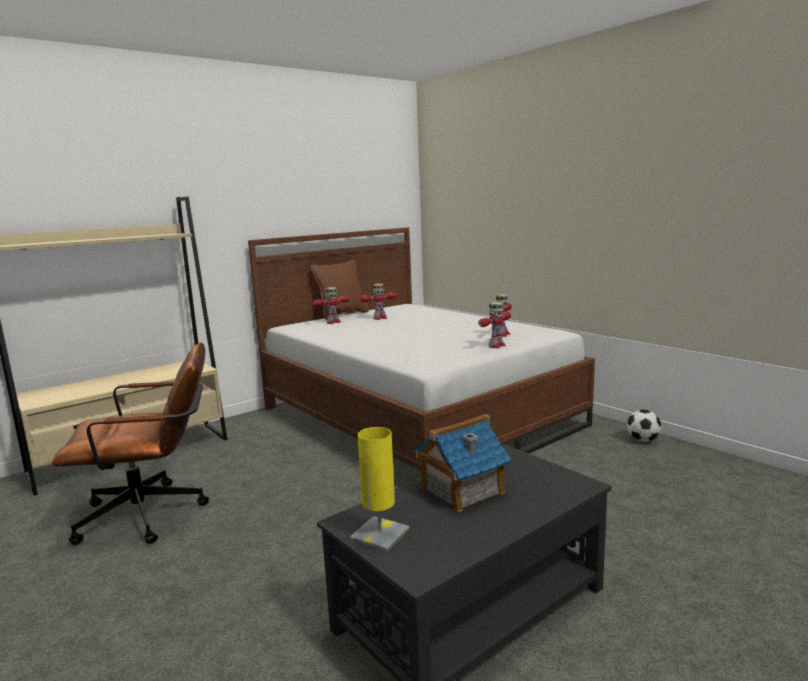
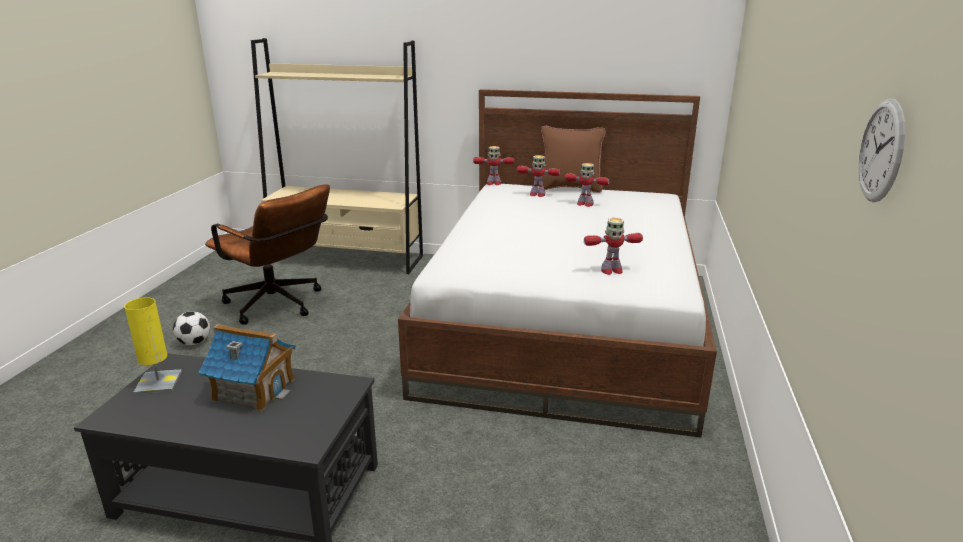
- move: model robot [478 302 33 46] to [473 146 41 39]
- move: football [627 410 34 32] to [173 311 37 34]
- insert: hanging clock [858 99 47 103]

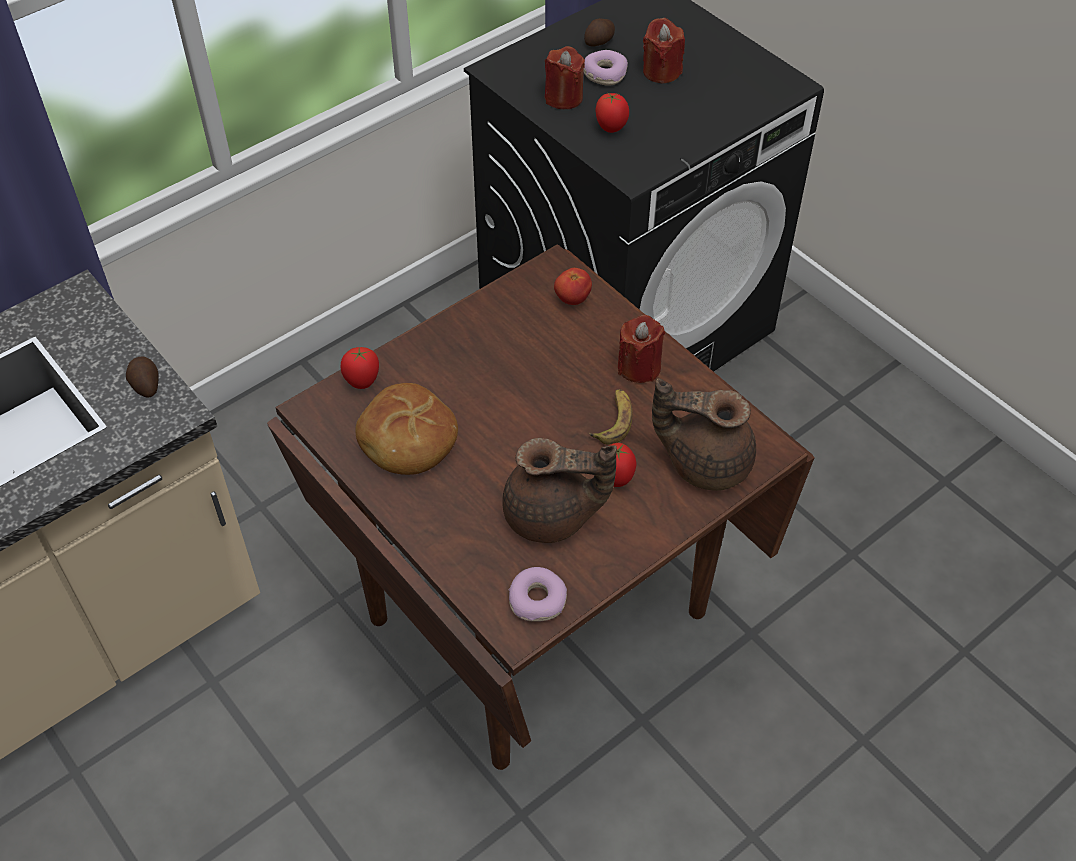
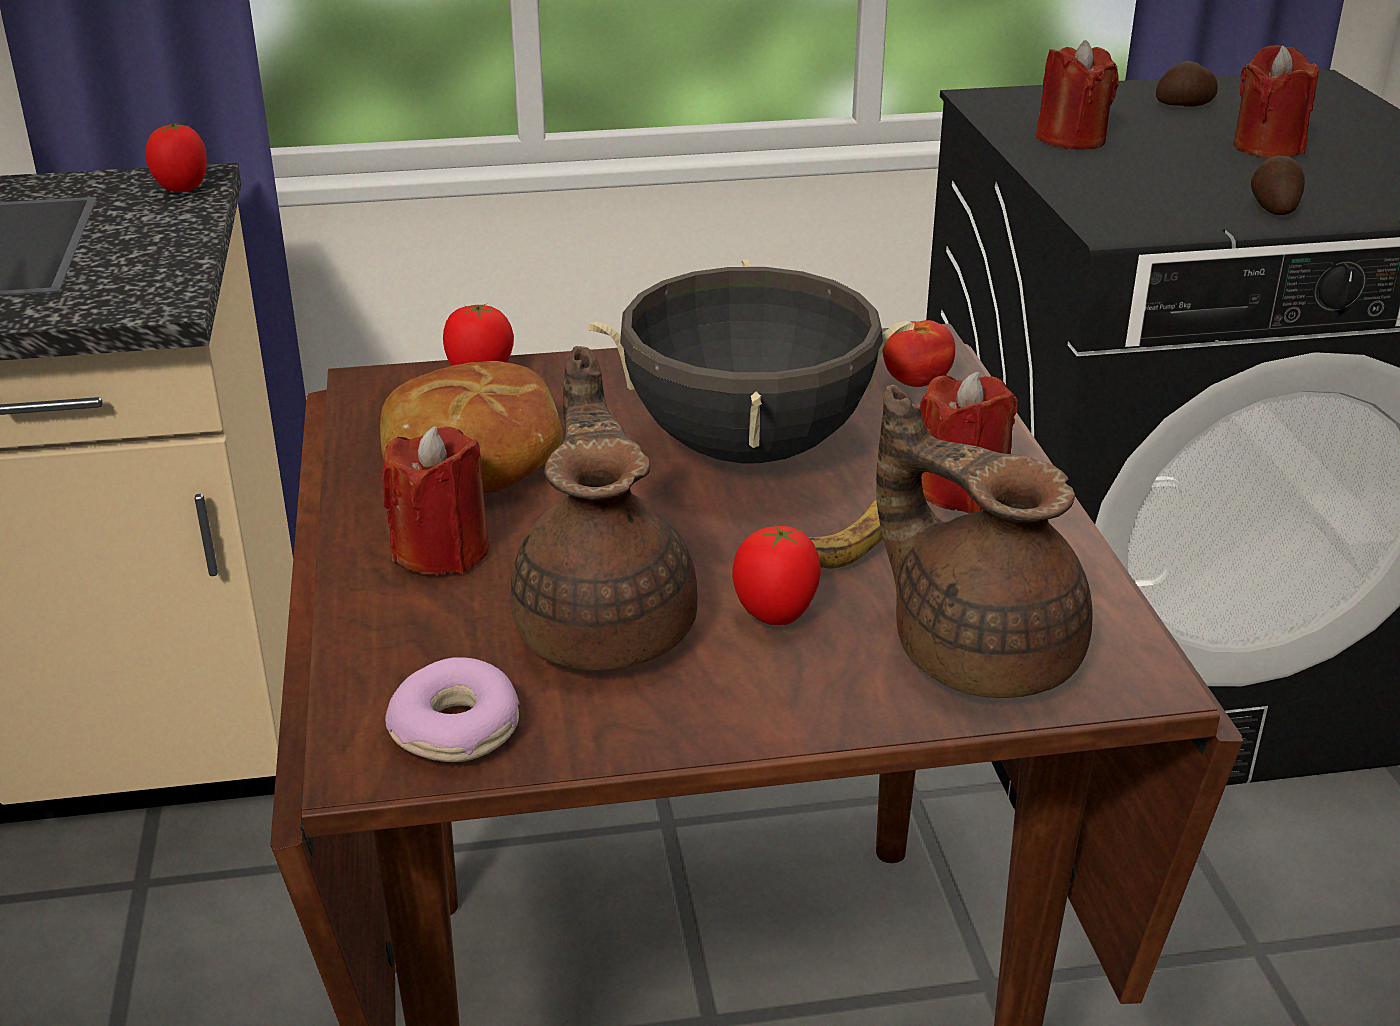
- move: potato [126 356 33 42] to [1251 156 54 59]
- rotate: brown pot for tea [502 438 115 105] = [510 346 188 325] 135 degrees counterclockwise
- delete: ring doughnut [584 50 44 36]
- move: tomato [596 92 33 41] to [145 123 62 69]
- insert: red-coloured candle [382 426 107 149]
- insert: black-coloured stockpot [587 258 328 205]

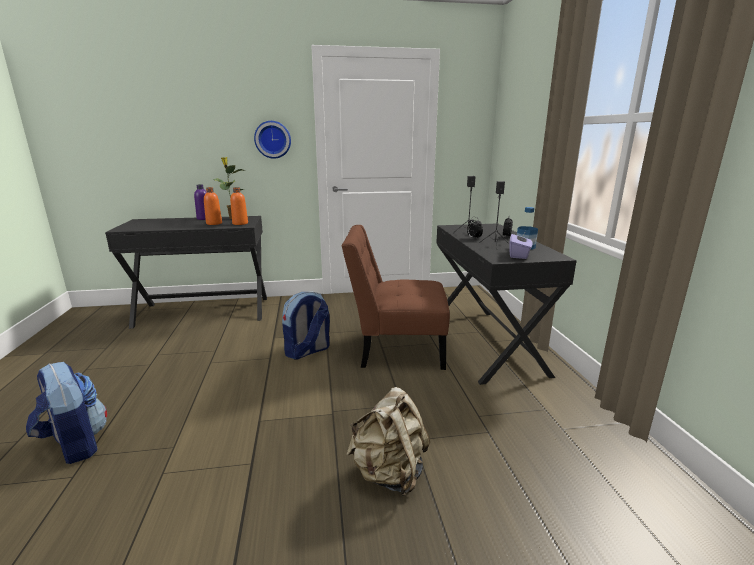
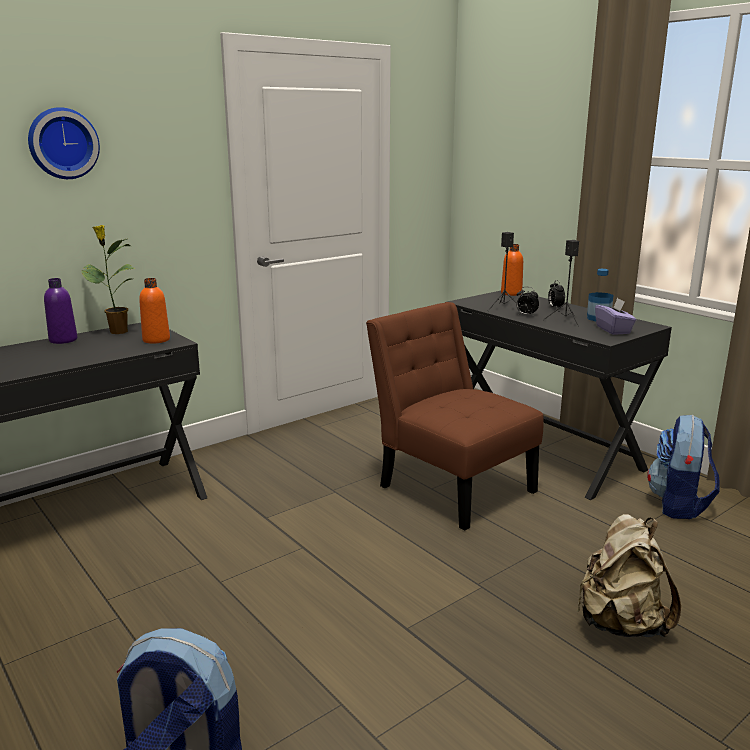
- move: orangey drink bottle [204 187 18 38] to [501 244 22 52]
- move: hanging clock [254 121 37 38] to [28 107 72 72]
- move: backpack [282 292 48 67] to [647 415 73 104]
- rotate: brown upright chair [341 225 109 145] = [366 302 178 229] 75 degrees clockwise

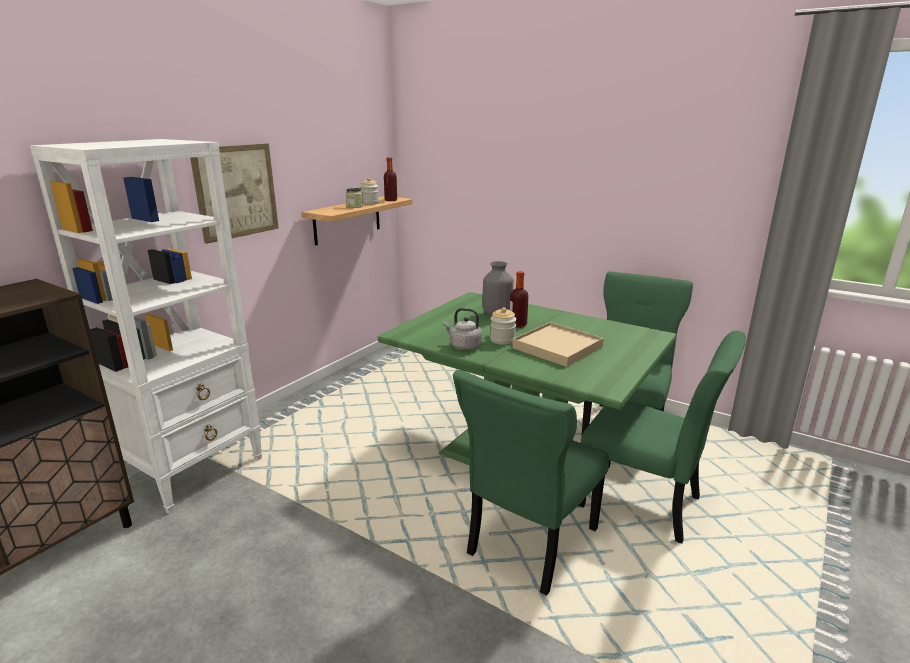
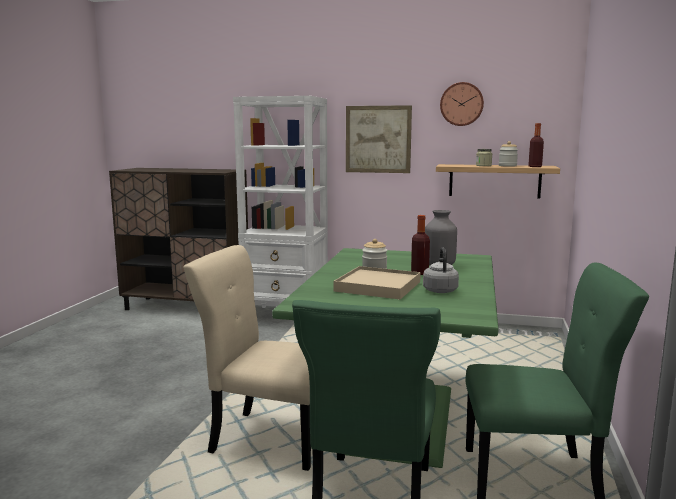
- move: gray water kettle [443 308 39 42] to [423 247 36 46]
- recolor: greenish upright chair [453 370 156 226] to sand-coloured upright chair [183 245 128 226]
- insert: hanging clock [440 82 44 44]

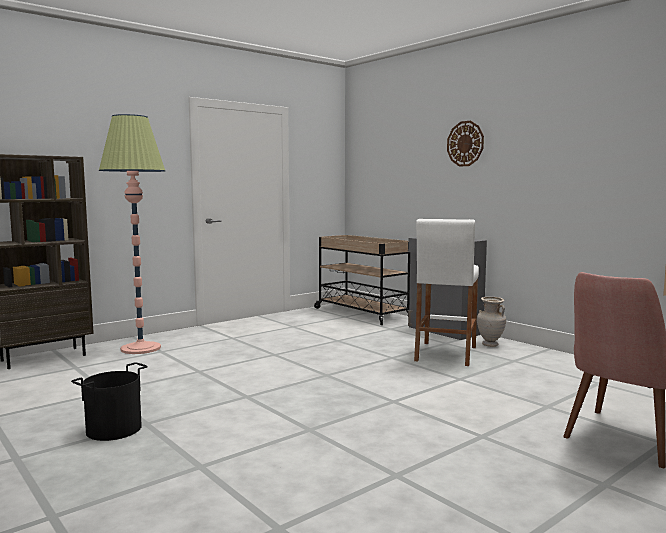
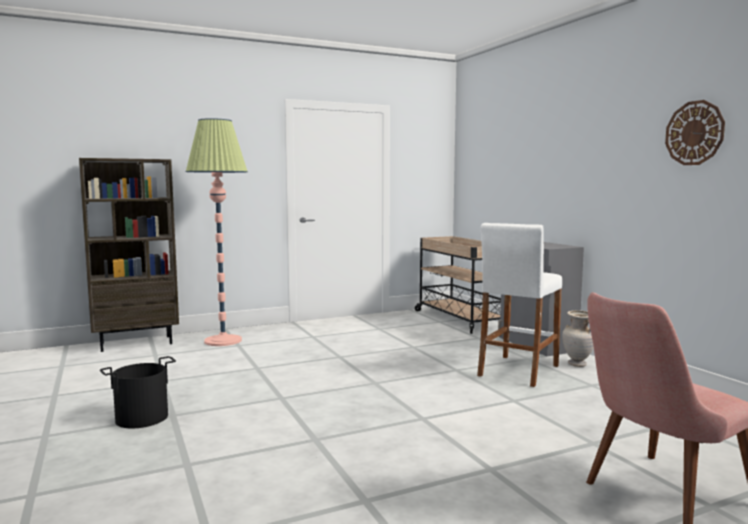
- move: hanging clock [447 121 37 45] to [665 100 60 65]

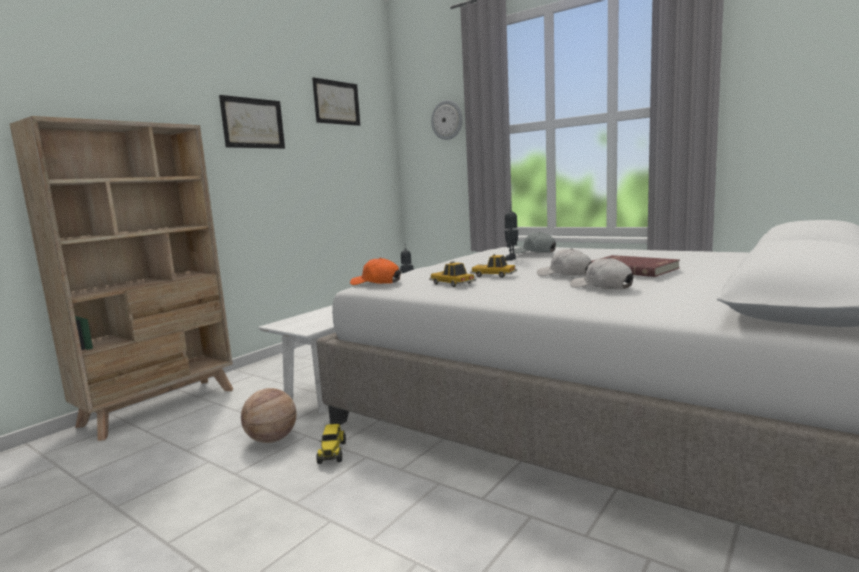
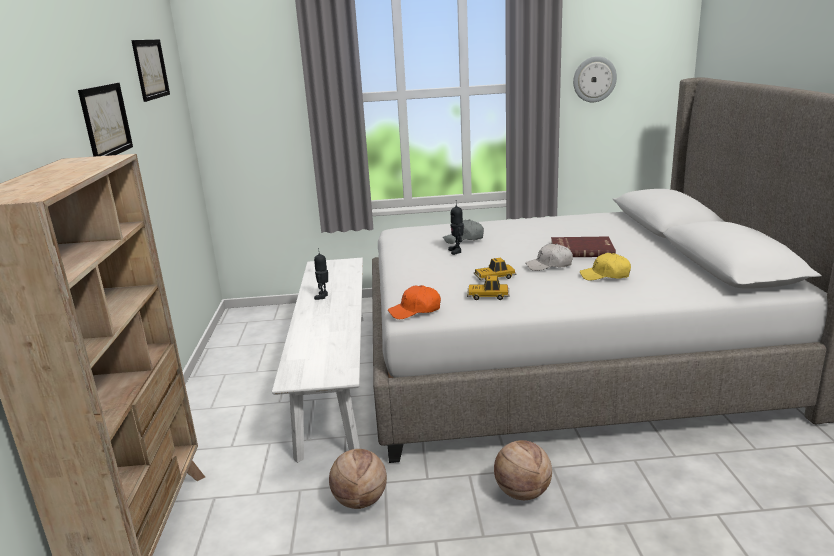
- delete: model truck [316 424 30 40]
- move: hanging clock [431 100 32 40] to [573 56 44 46]
- recolor: white baseball cap [570 257 64 33] to yellow baseball cap [580 253 51 28]
- insert: ball for basketball [494 440 58 60]

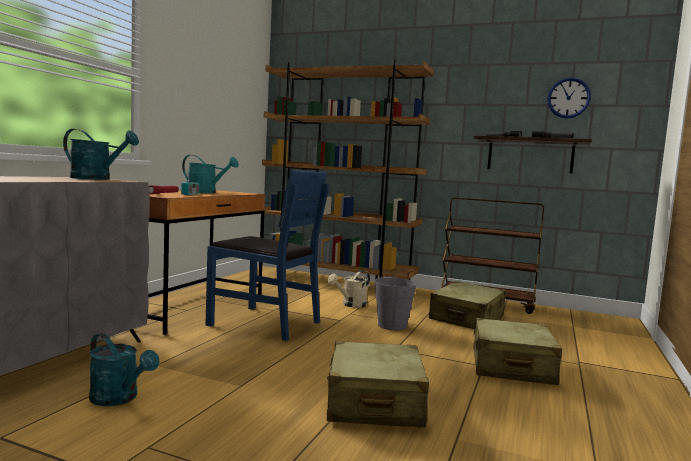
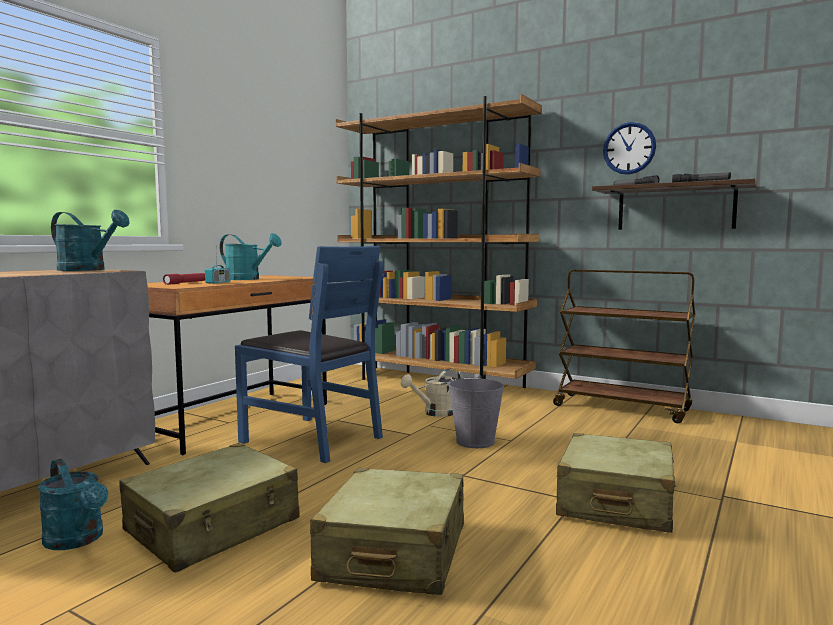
- move: sand-coloured travel case [429 281 77 48] to [119 443 181 130]
- move: hanging clock [547 77 44 42] to [603 122 53 53]

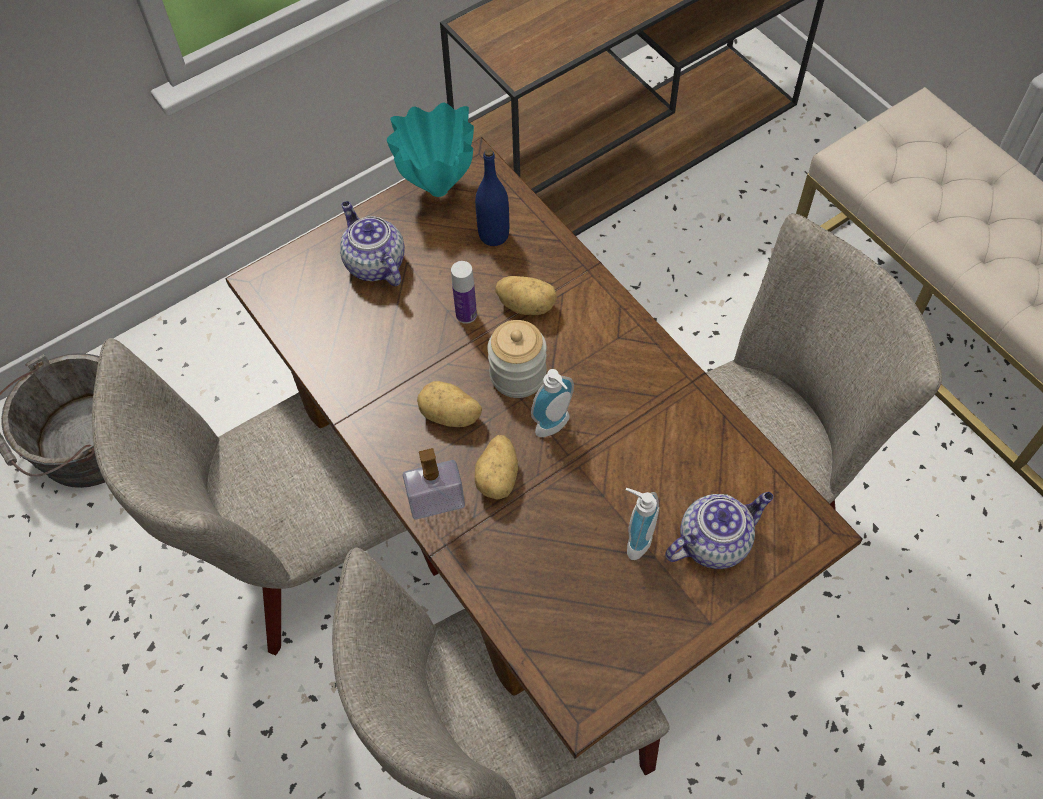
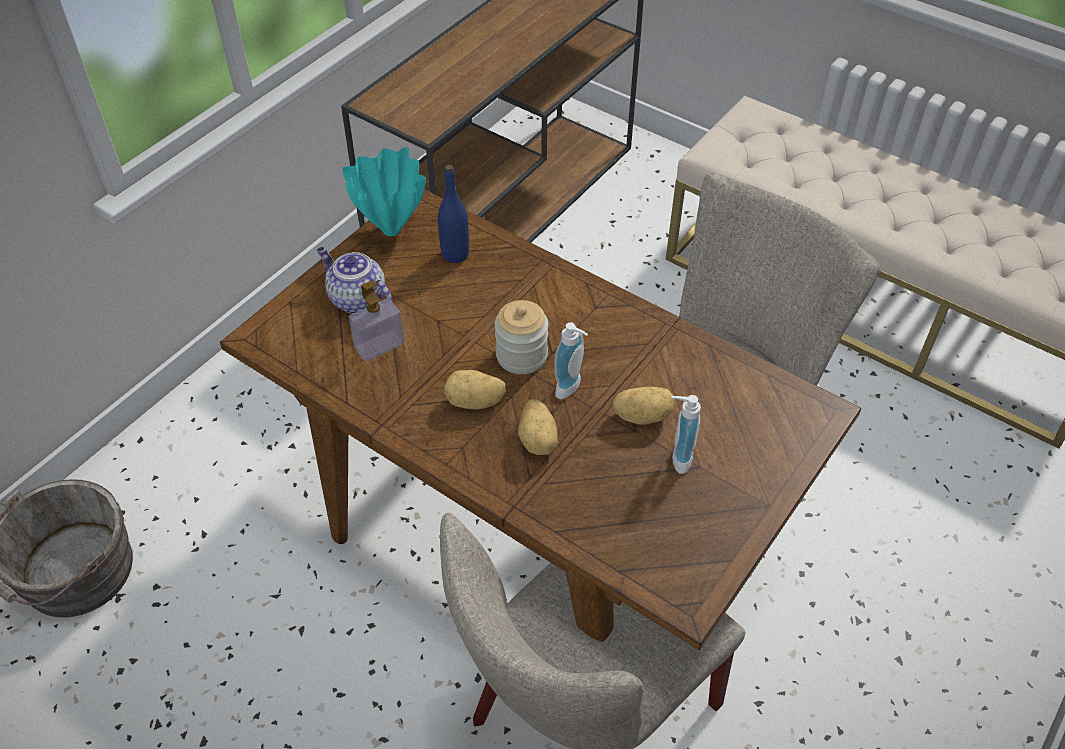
- delete: sand-coloured upright chair [92 338 347 317]
- move: liquid soap bottle [403 448 62 72] to [349 280 55 81]
- delete: drink bottle [451 261 26 63]
- move: potato [496 276 61 39] to [613 387 62 38]
- delete: pot for tea [665 492 108 77]

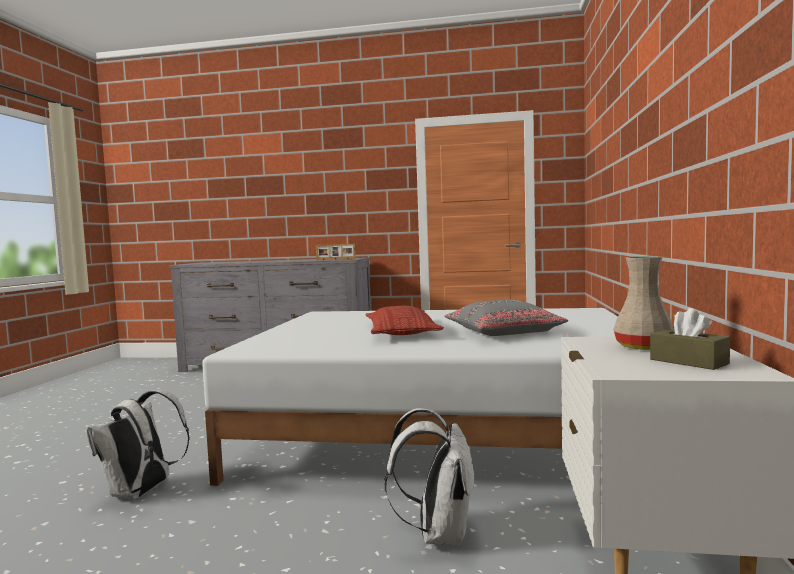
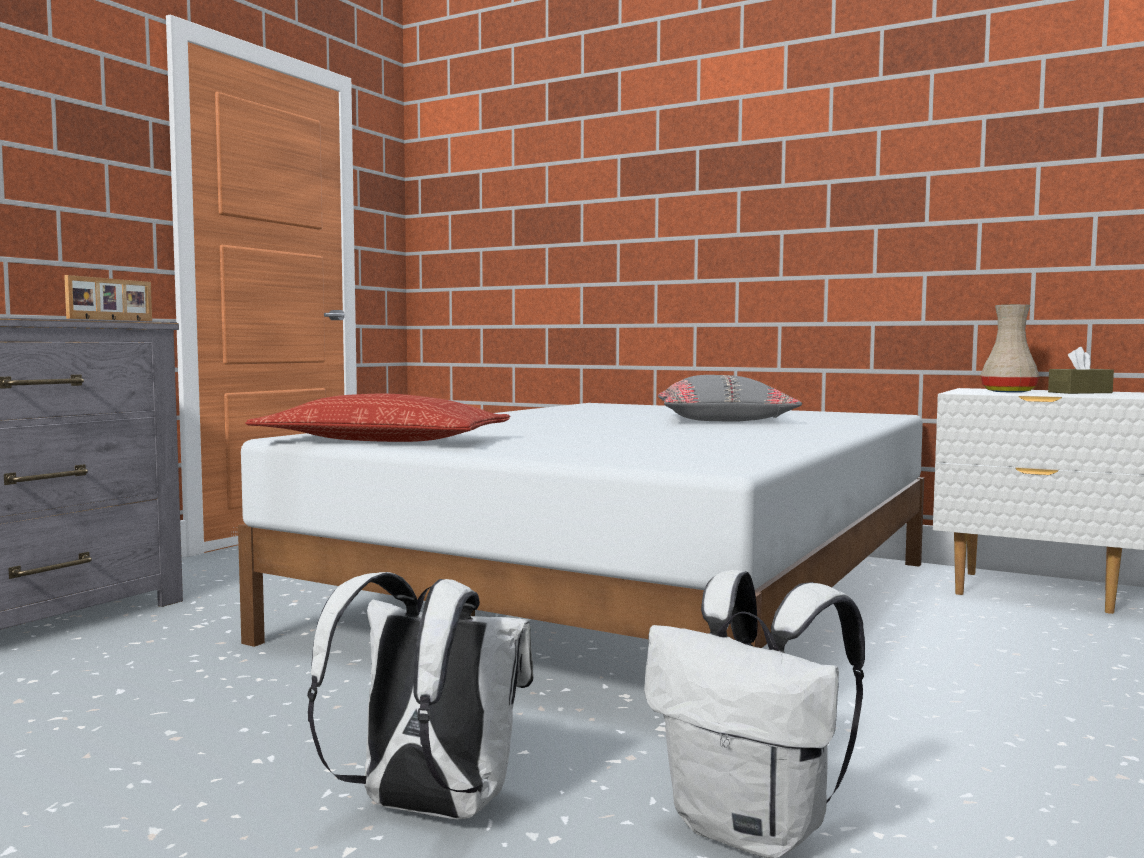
- move: cushion [366 306 78 29] to [245 394 265 48]
- move: white backpack [384 408 91 138] to [307 572 227 248]

